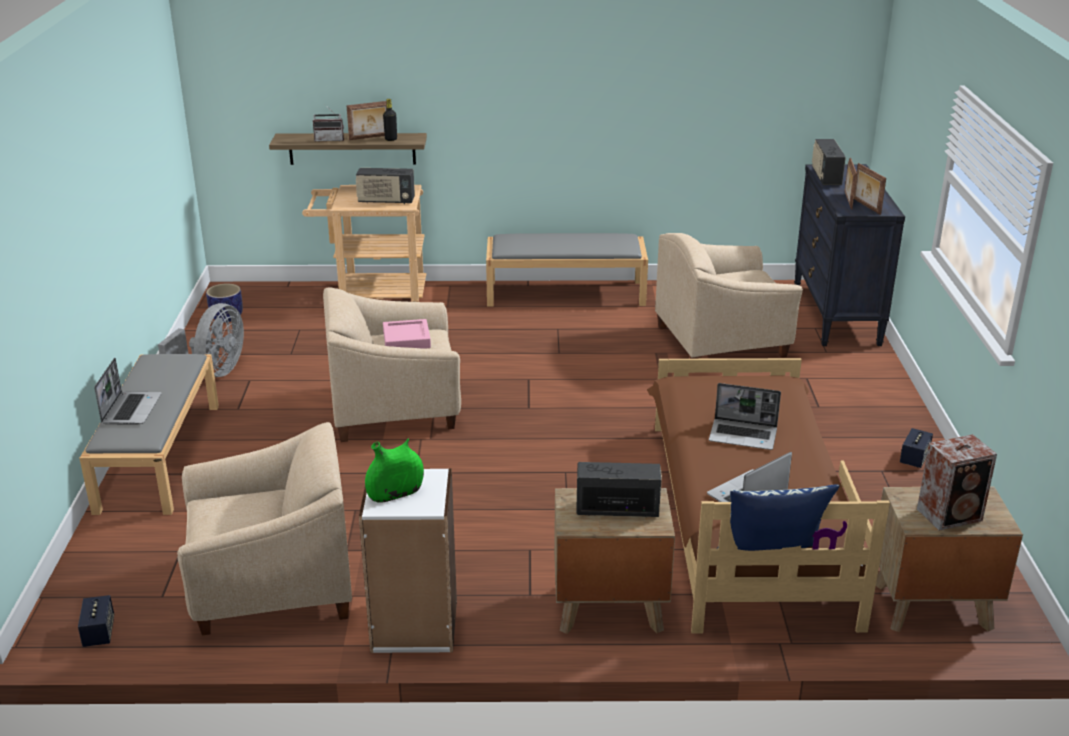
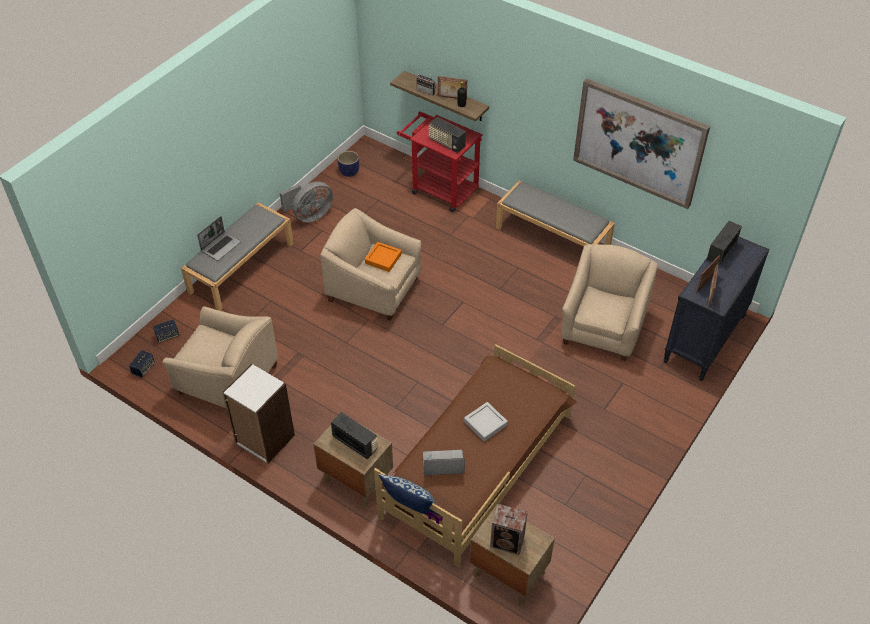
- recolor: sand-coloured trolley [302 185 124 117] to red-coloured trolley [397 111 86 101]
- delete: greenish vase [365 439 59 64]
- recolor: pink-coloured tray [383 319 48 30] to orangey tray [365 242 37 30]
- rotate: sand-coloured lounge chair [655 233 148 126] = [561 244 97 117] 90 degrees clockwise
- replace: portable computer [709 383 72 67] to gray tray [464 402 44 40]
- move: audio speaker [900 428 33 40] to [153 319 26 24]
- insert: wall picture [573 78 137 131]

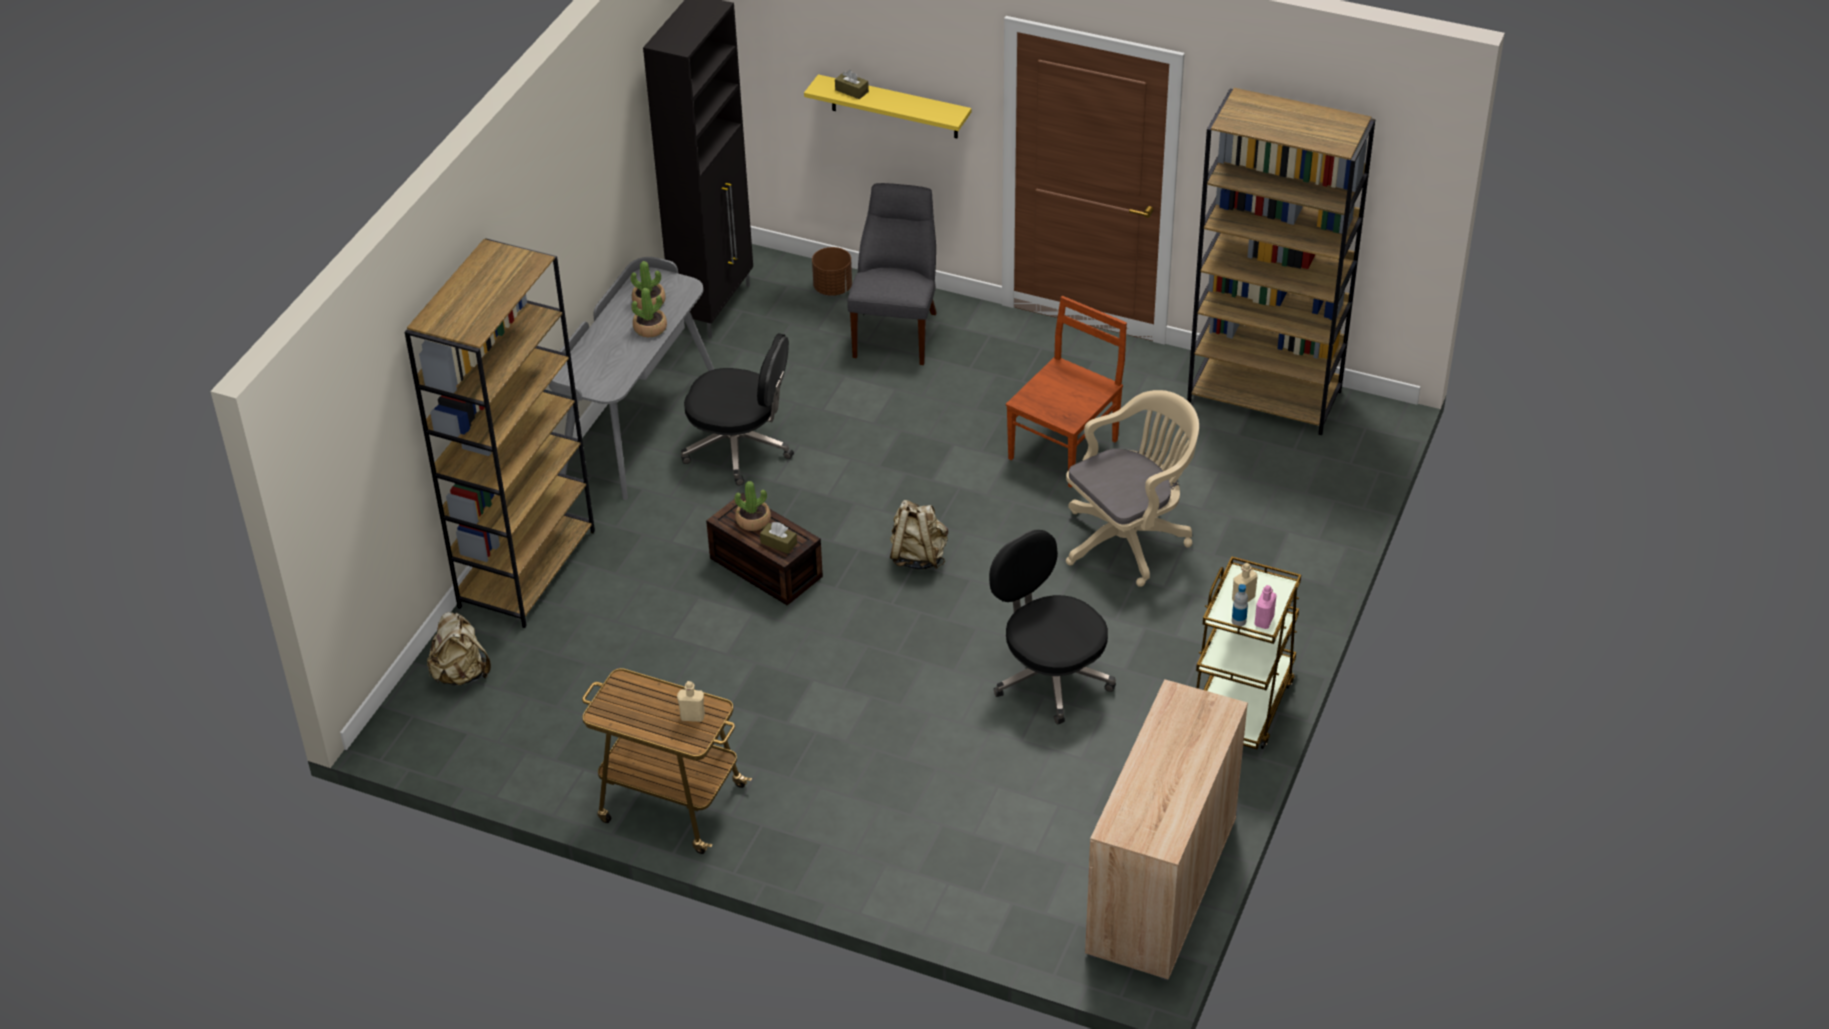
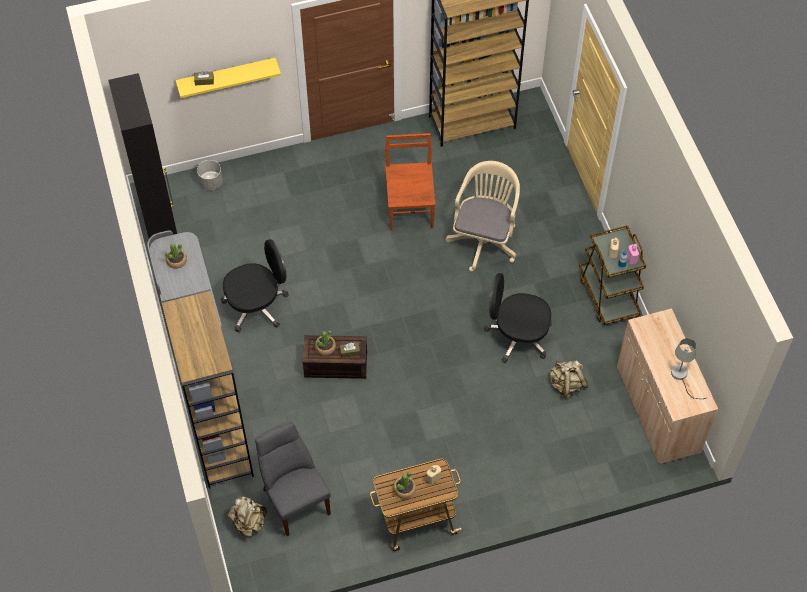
- move: houseplant [631 288 36 49] to [393 472 23 27]
- recolor: brown planter [812 247 40 49] to gray planter [197 160 26 30]
- move: gray upright chair [847 183 90 182] to [255 421 76 115]
- move: sand-coloured backpack [890 500 58 70] to [550 360 38 38]
- insert: gray lamp for a table [671 338 37 61]

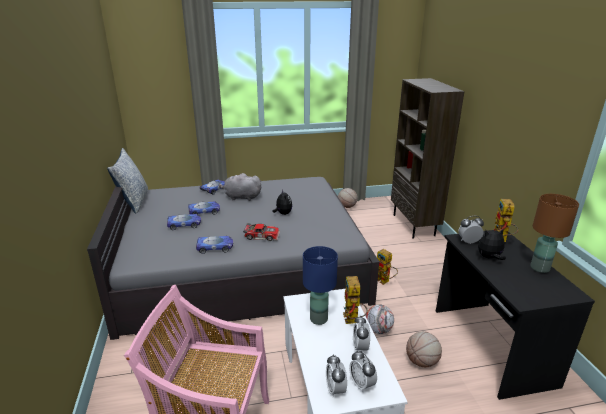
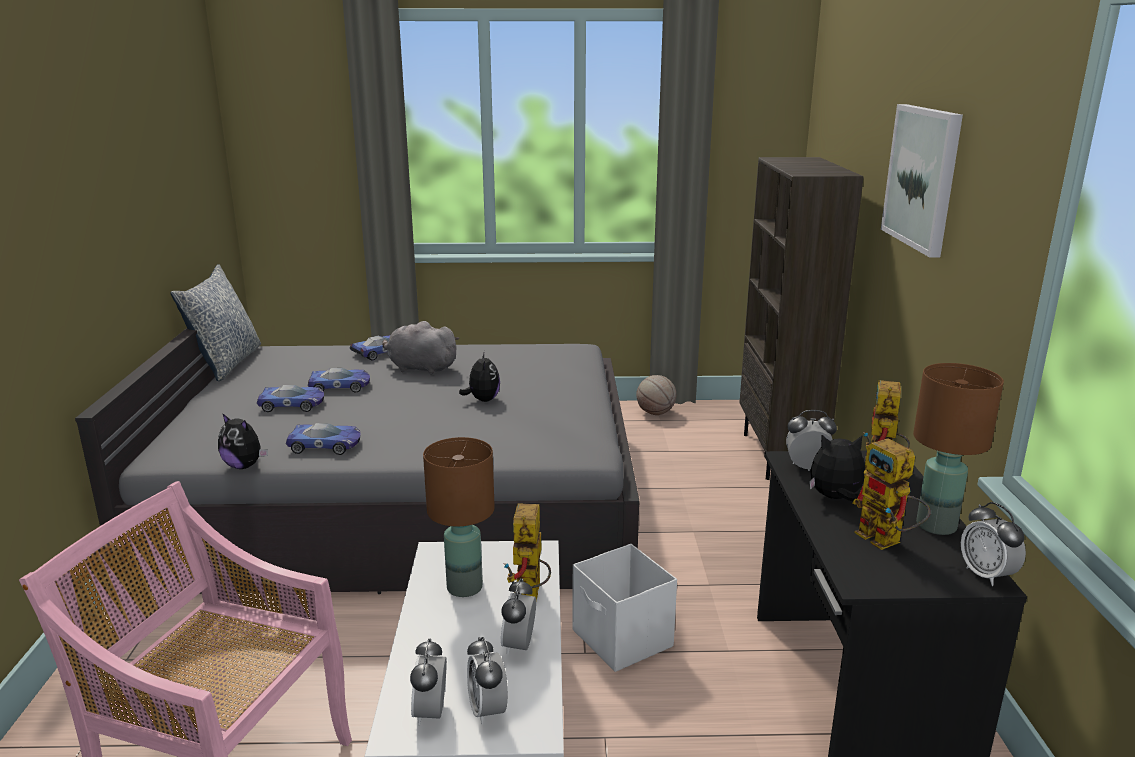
- delete: model car [243 223 37 18]
- recolor: blue-coloured lamp for a table [303 246 35 79] to brown lamp for a table [423 437 72 160]
- replace: football [365 304 29 30] to white storage container [572 544 105 128]
- move: model robot [377 249 21 36] to [853 438 78 112]
- delete: ball for basketball [406 331 36 37]
- insert: cuddly toy [218 413 50 56]
- insert: wall picture [881 104 82 154]
- insert: table clock [961 502 65 84]

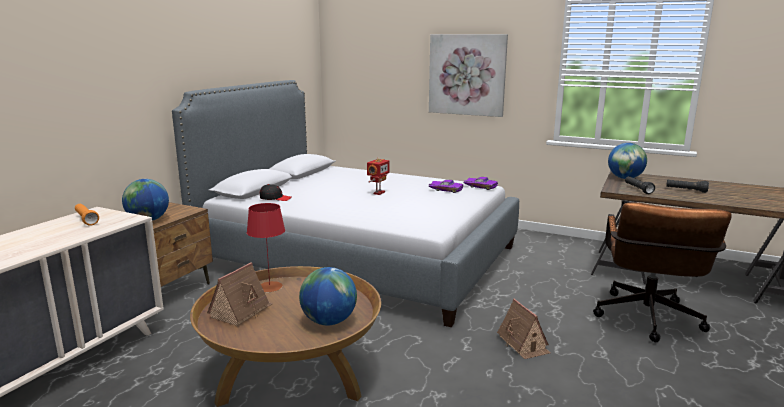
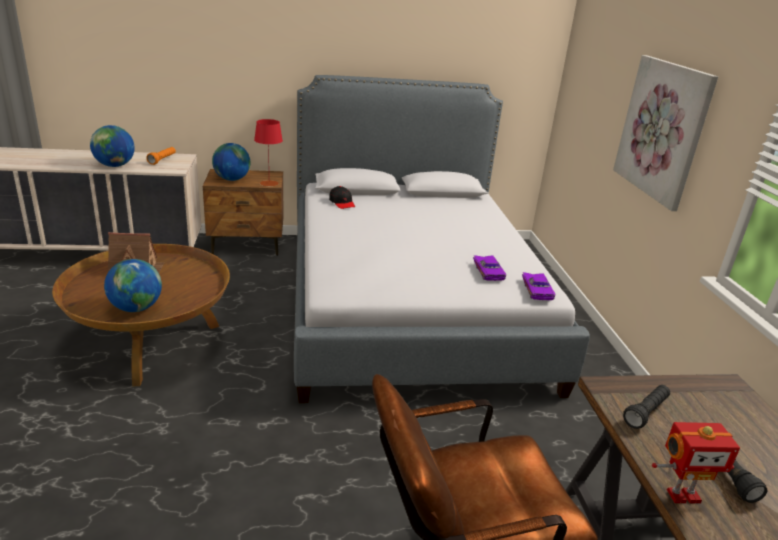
- move: red-coloured lamp for a table [247 203 38 89] to [254 119 29 67]
- move: model robot [367 158 22 37] to [652 422 88 82]
- delete: toy house [497 299 54 60]
- move: desk globe [608 143 39 36] to [90 125 45 42]

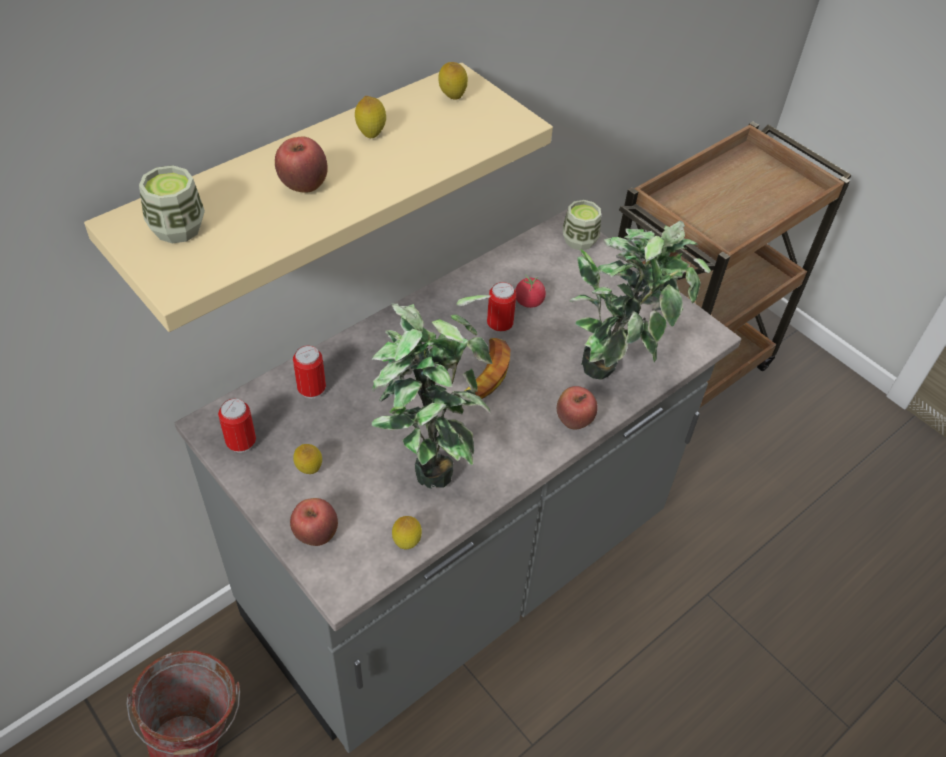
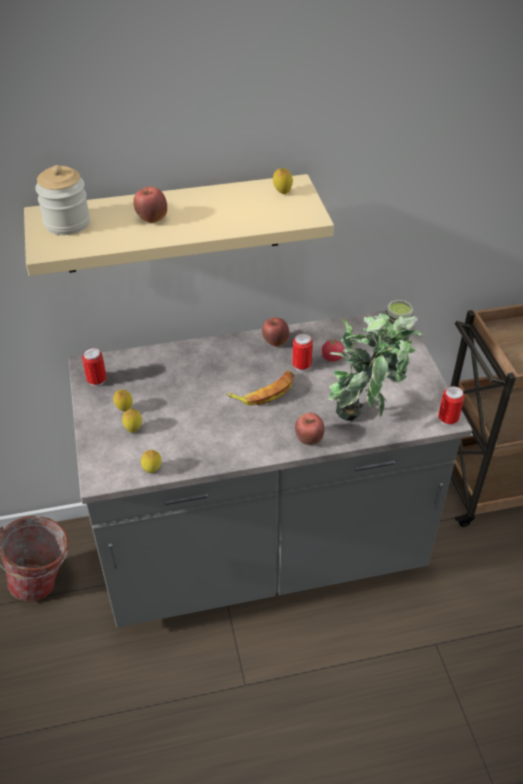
- replace: small cup [139 165 66 79] to storage jar [35 165 55 70]
- move: apple [290 498 48 48] to [262 317 27 29]
- move: sealed can [293 346 33 53] to [438 386 26 40]
- move: whole lemon [355 96 31 42] to [122 409 20 24]
- delete: houseplant [371 295 121 194]

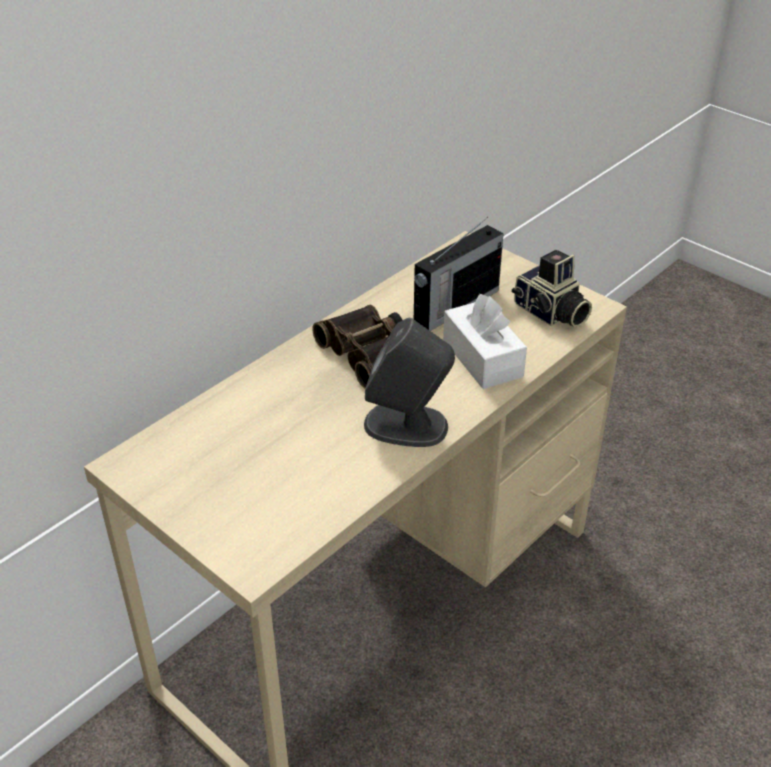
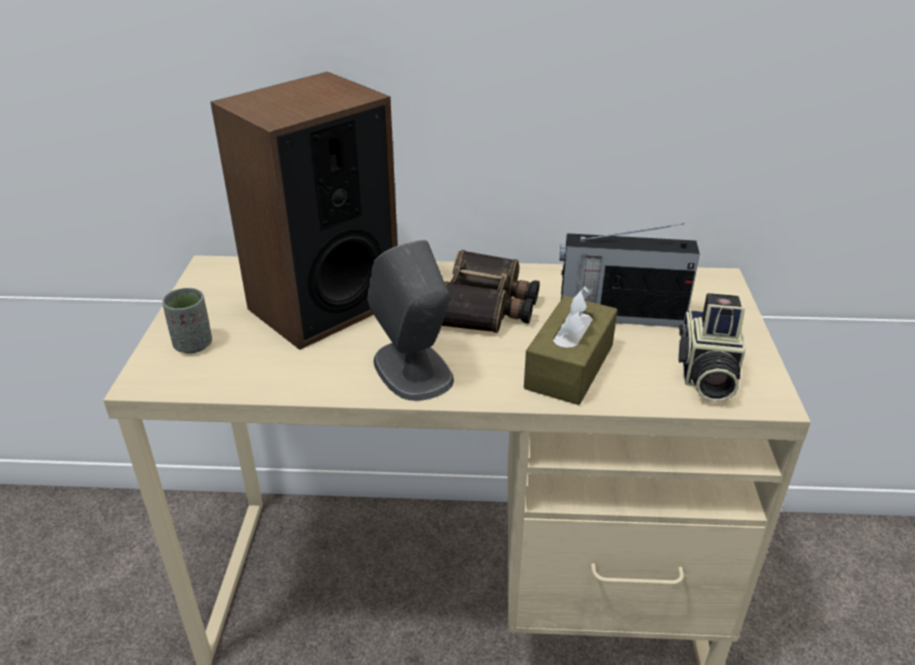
- recolor: white tissue holder [443 294 84 95] to brown tissue holder [524 286 93 119]
- insert: gray small cup [162 288 50 66]
- insert: audio speaker [210 72 188 278]

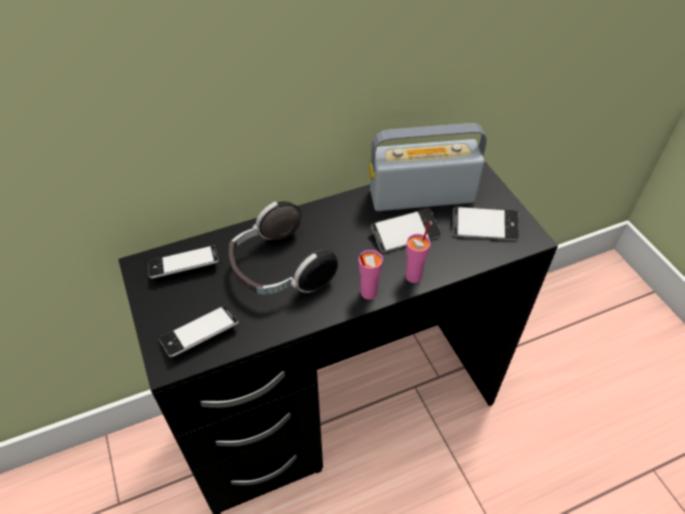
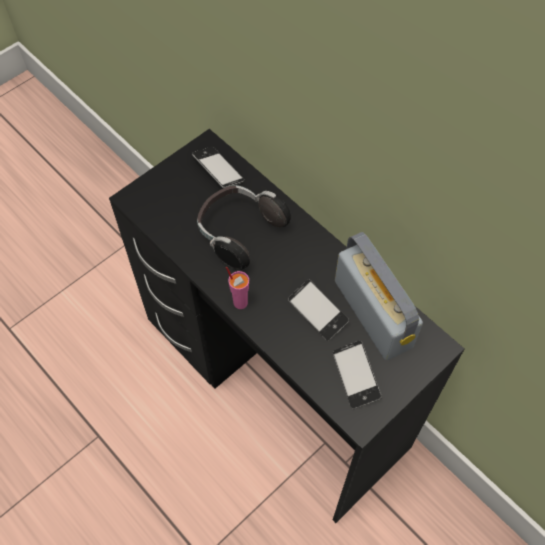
- delete: phone [159 305 80 53]
- delete: pink-coloured small cup [406 222 25 61]

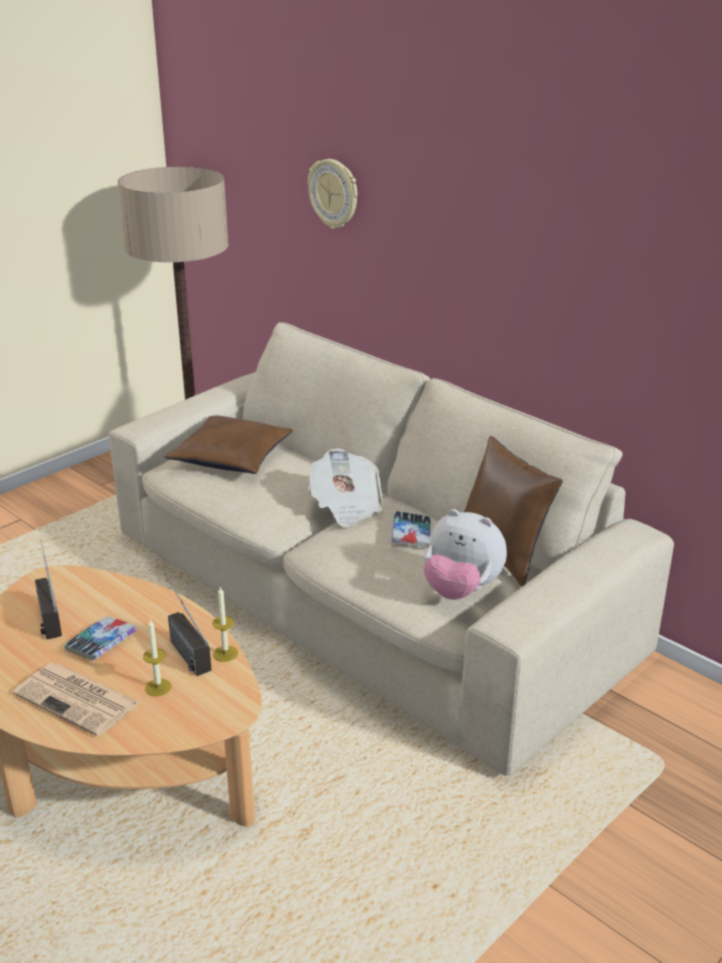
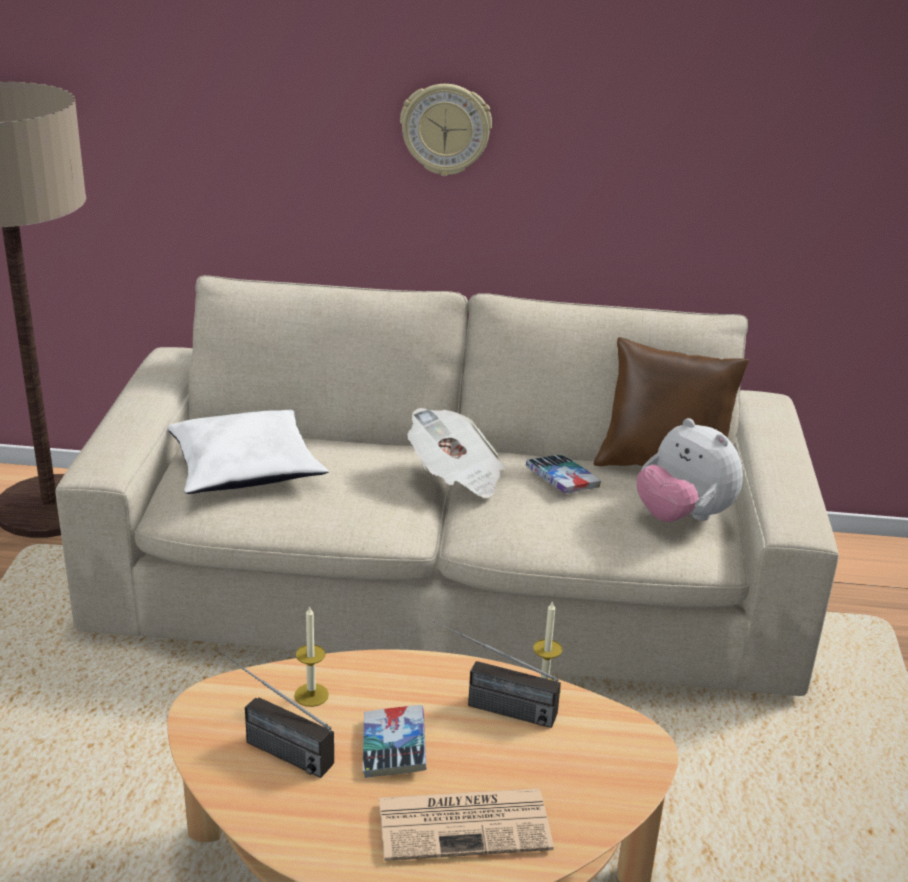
- move: candle [143 619 29 77] to [294 606 35 101]
- recolor: brown cushion [164 415 129 59] to white cushion [167 410 162 84]
- move: hanging clock [308 159 50 70] to [400 84 92 92]
- rotate: cuddly toy [423 509 84 91] = [637 418 106 104] 60 degrees clockwise

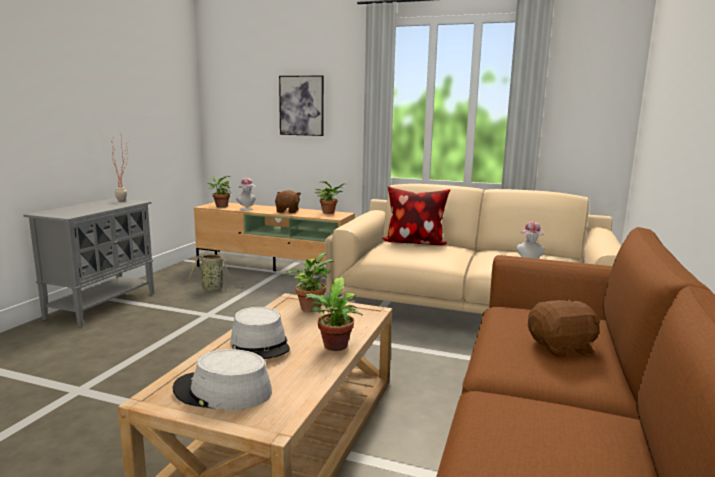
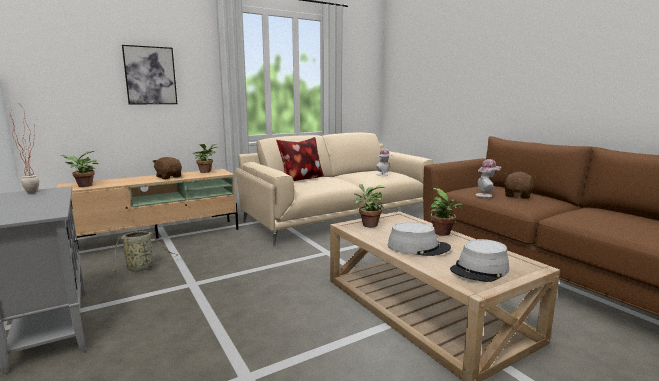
- move: hat [236 178 20 32] to [475 159 26 39]

